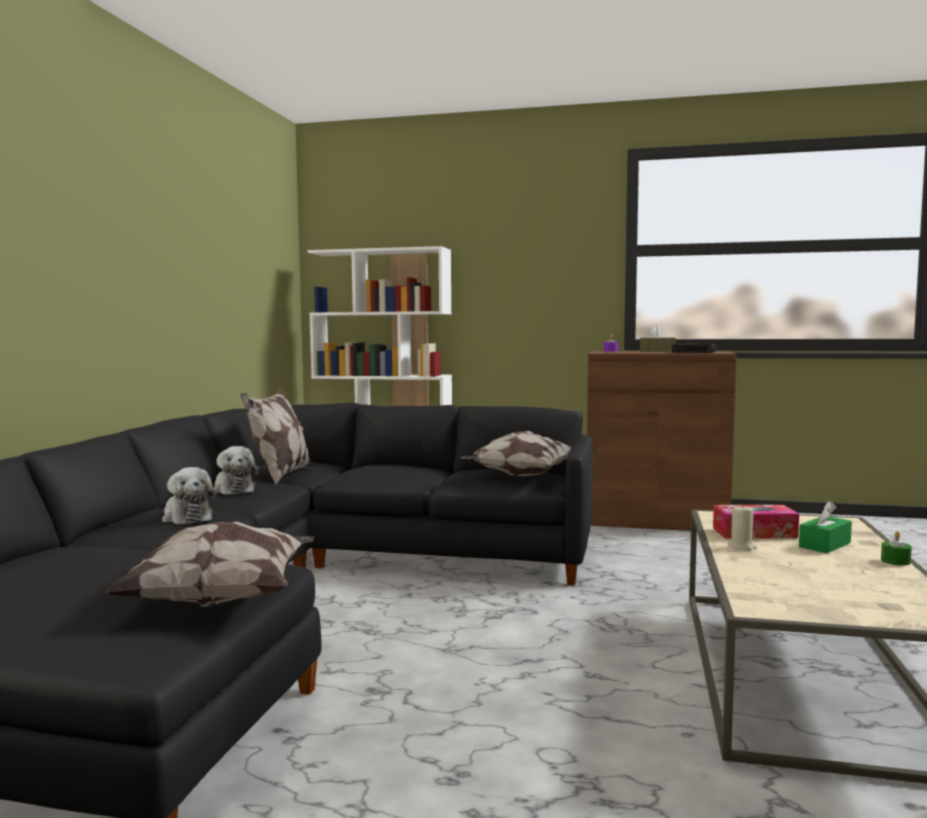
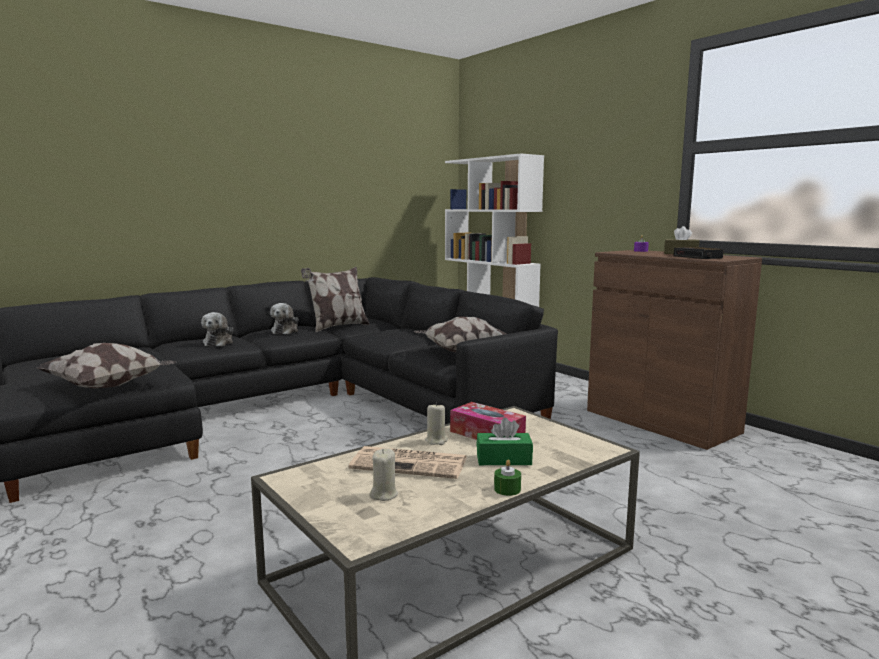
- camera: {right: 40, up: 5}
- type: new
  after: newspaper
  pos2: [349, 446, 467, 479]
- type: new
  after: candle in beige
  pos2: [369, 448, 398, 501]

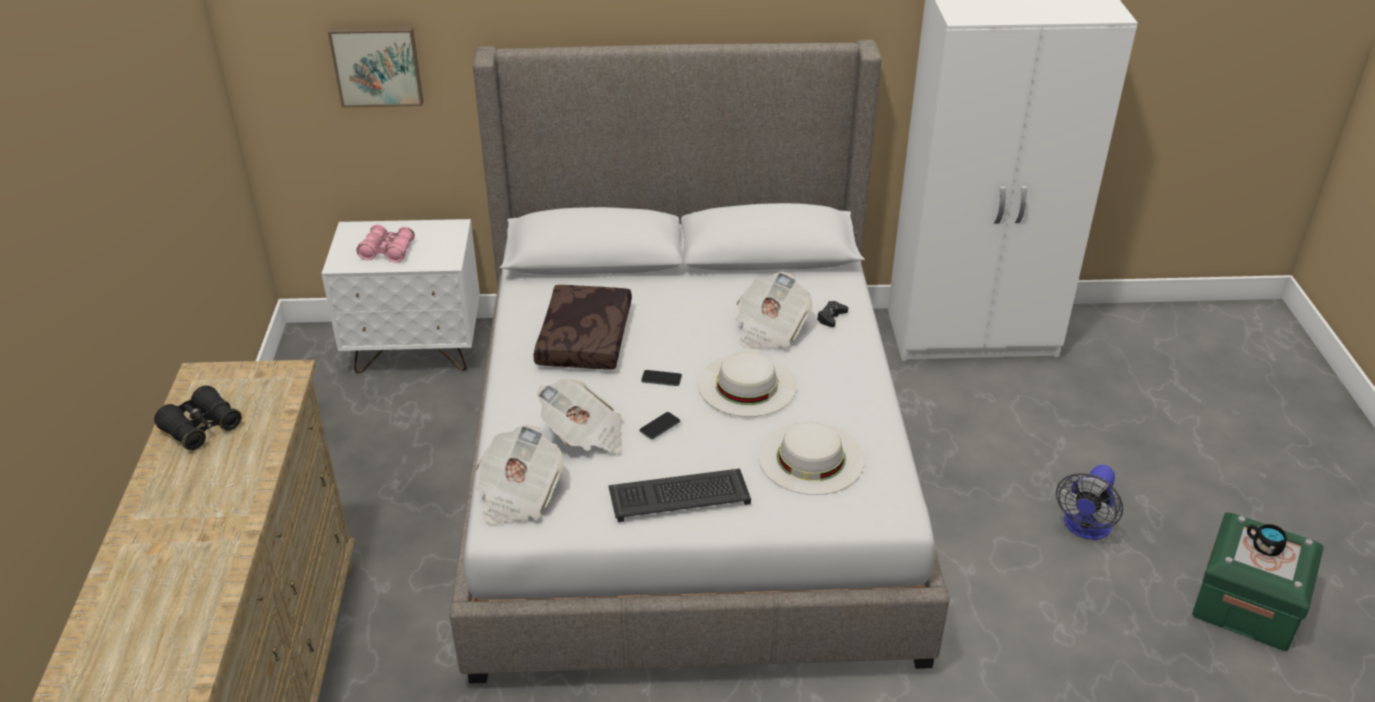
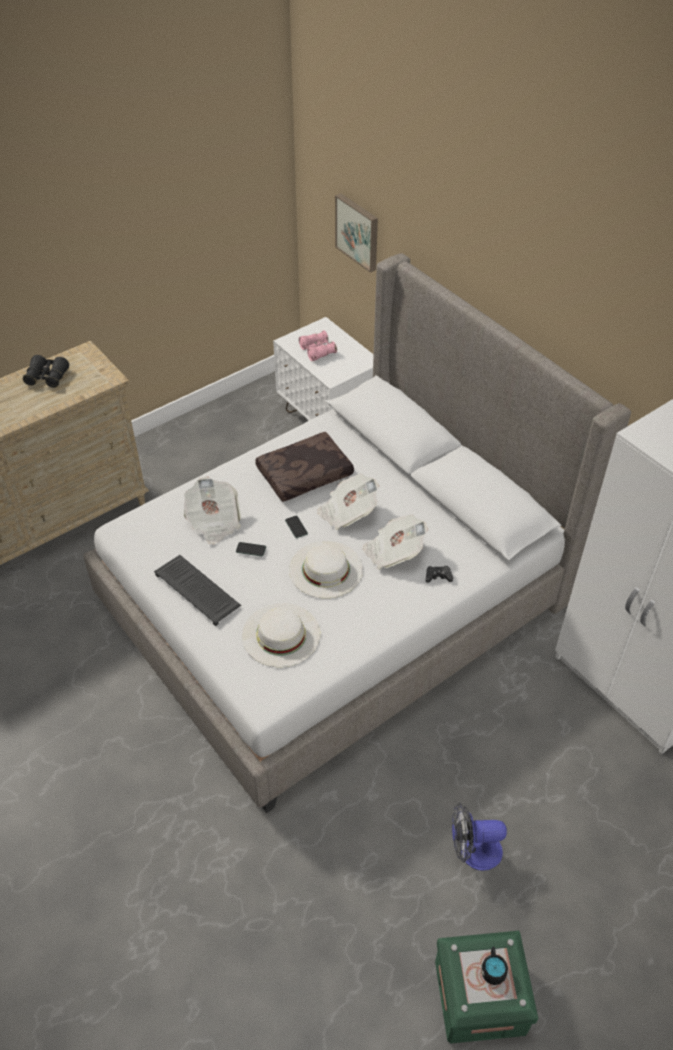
- camera: {right: 55, up: 10}
- type: shifted
  before: newspaper
  pos1: [476, 425, 564, 524]
  pos2: [317, 474, 379, 530]

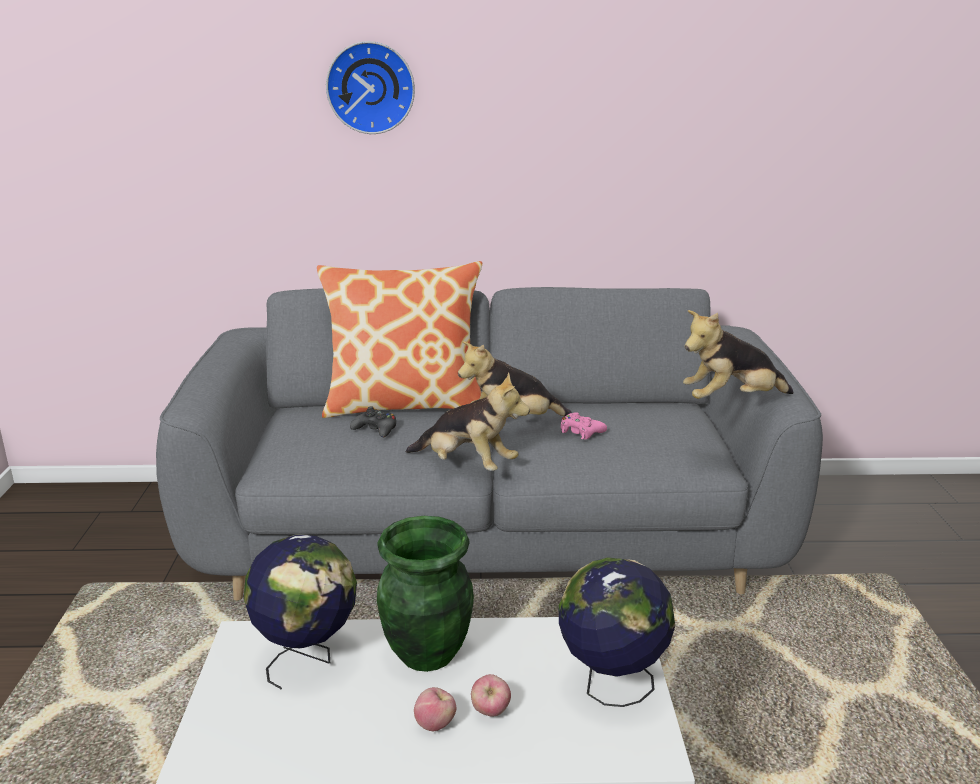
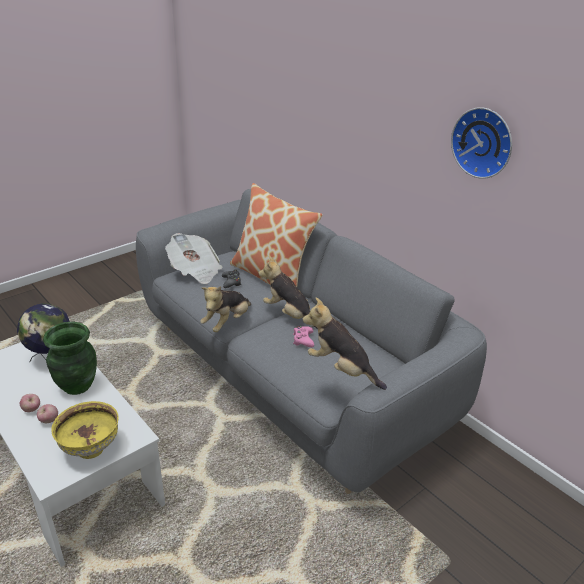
- camera: {right: 50, up: 10}
- type: swapped
  before: globe
  after: bowl in yellow
  pos1: [559, 558, 675, 707]
  pos2: [51, 401, 119, 459]
- type: new
  after: newspaper
  pos2: [165, 233, 222, 284]
- type: rotated
  before: plush toy
  pos1: [405, 372, 530, 471]
  pos2: [200, 286, 251, 332]
  turn: 45
- type: shifted
  before: wall clock
  pos1: [326, 41, 415, 134]
  pos2: [451, 107, 512, 179]

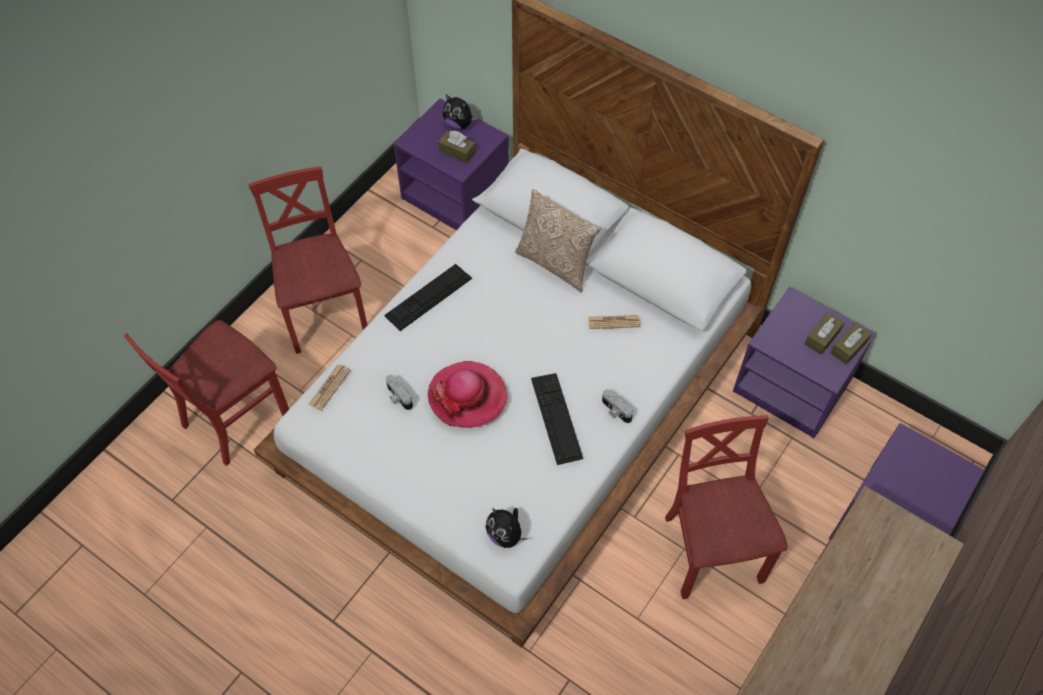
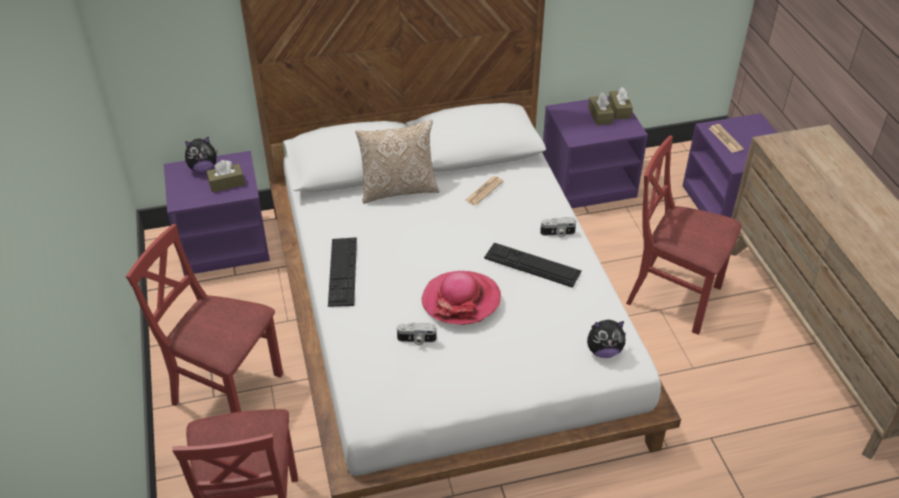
- camera: {right: -50, up: -15}
- type: shifted
  before: newspaper
  pos1: [308, 365, 350, 411]
  pos2: [708, 124, 744, 153]

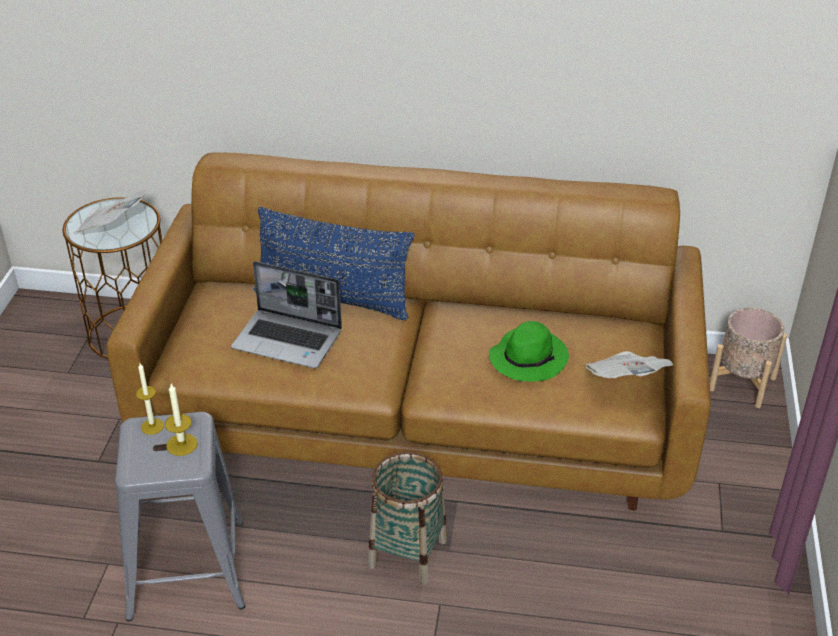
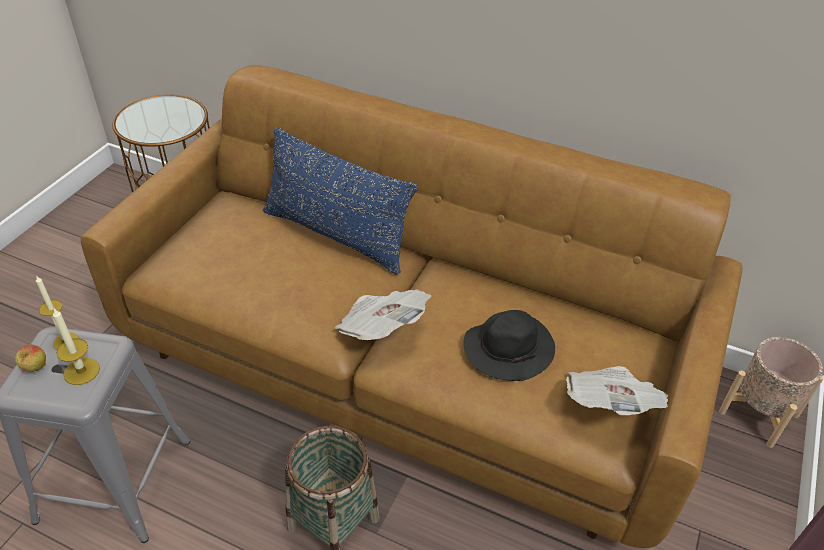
- camera: {right: 15, up: 5}
- type: new
  after: apple
  pos2: [15, 345, 46, 372]
- type: shifted
  before: newspaper
  pos1: [74, 190, 146, 233]
  pos2: [334, 289, 431, 340]
- type: repainted
  before: hat in green
  after: hat in black
  pos1: [489, 321, 569, 382]
  pos2: [463, 310, 555, 381]
- type: gone
  before: laptop
  pos1: [231, 261, 342, 368]

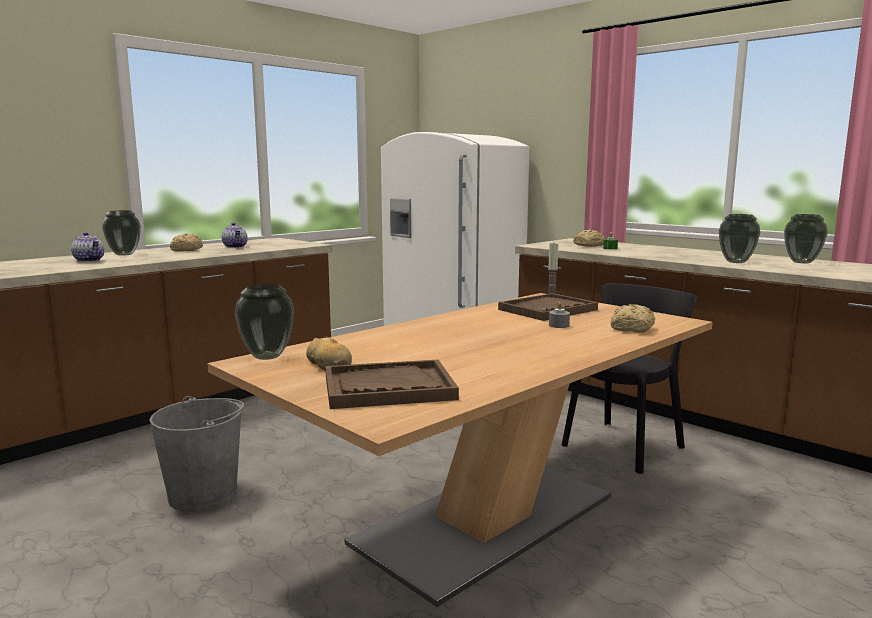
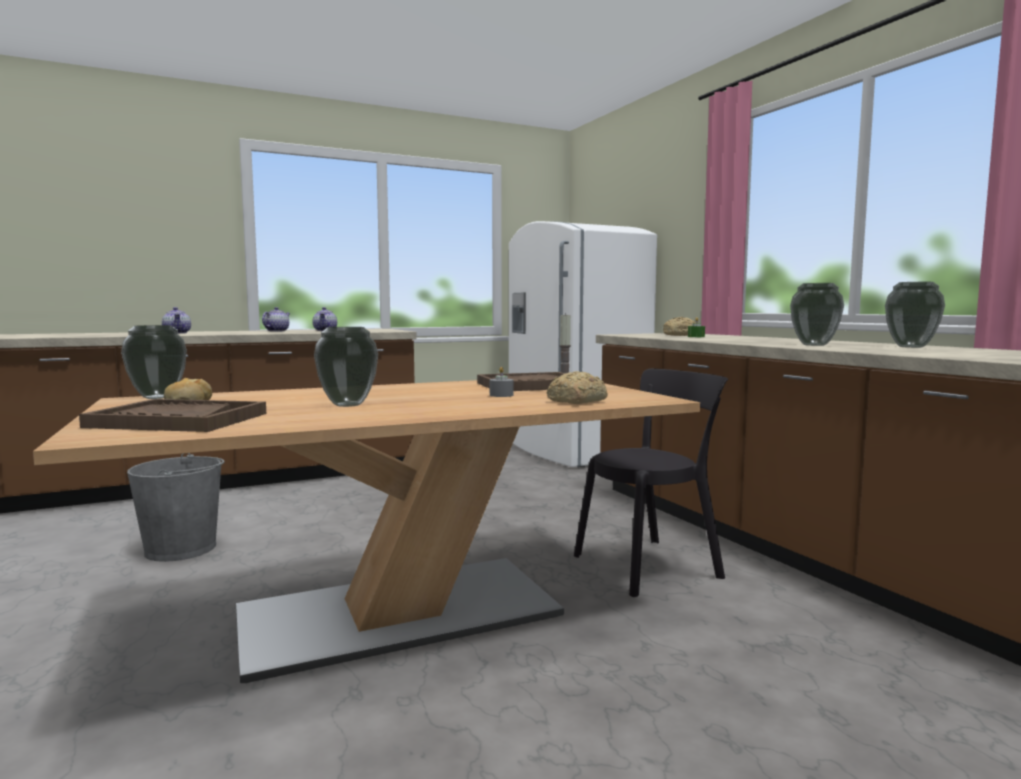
- camera: {right: 20, up: -5}
- type: swapped
  before: bread
  after: teapot
  pos1: [170, 233, 203, 251]
  pos2: [262, 307, 290, 331]
- type: shifted
  before: vase
  pos1: [102, 210, 141, 256]
  pos2: [314, 327, 378, 407]

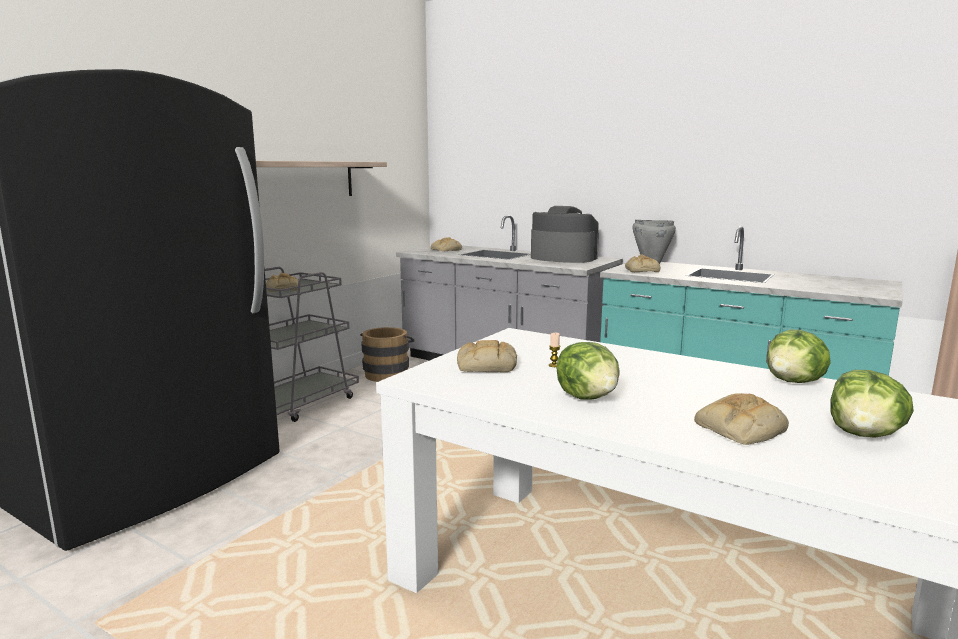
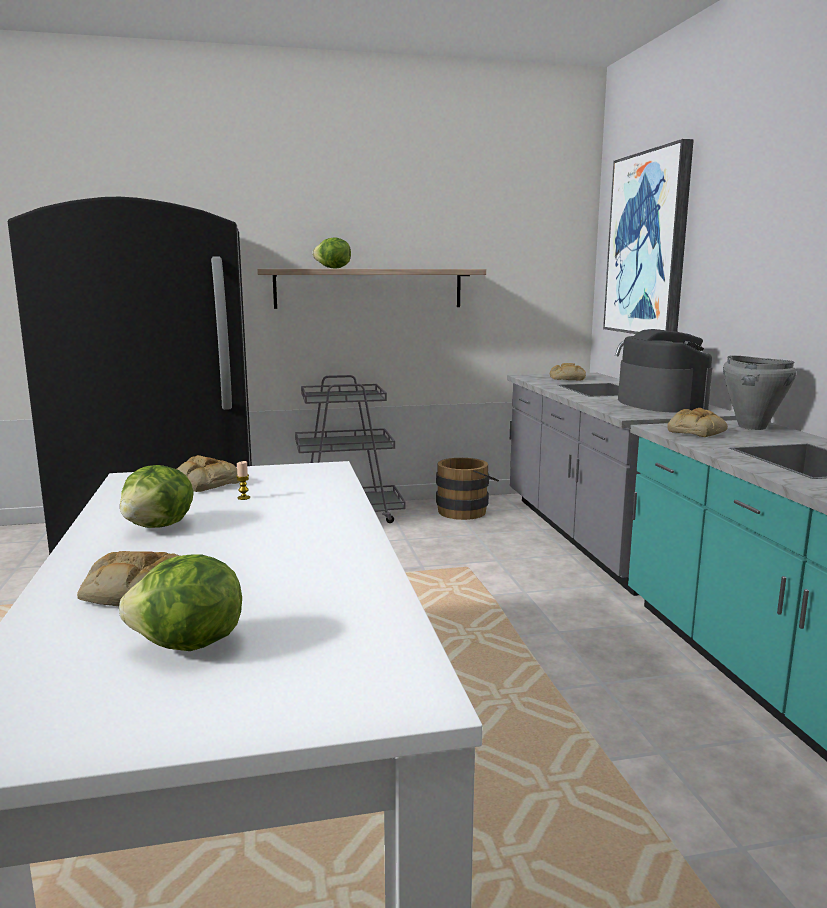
- camera: {right: 45, up: 0}
- type: shifted
  before: lettuce
  pos1: [767, 329, 831, 383]
  pos2: [312, 237, 351, 269]
- type: new
  after: picture
  pos2: [603, 139, 694, 334]
- type: gone
  before: bread
  pos1: [266, 273, 298, 292]

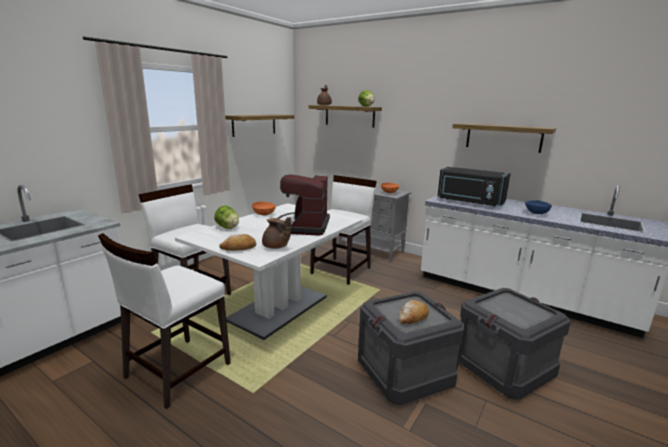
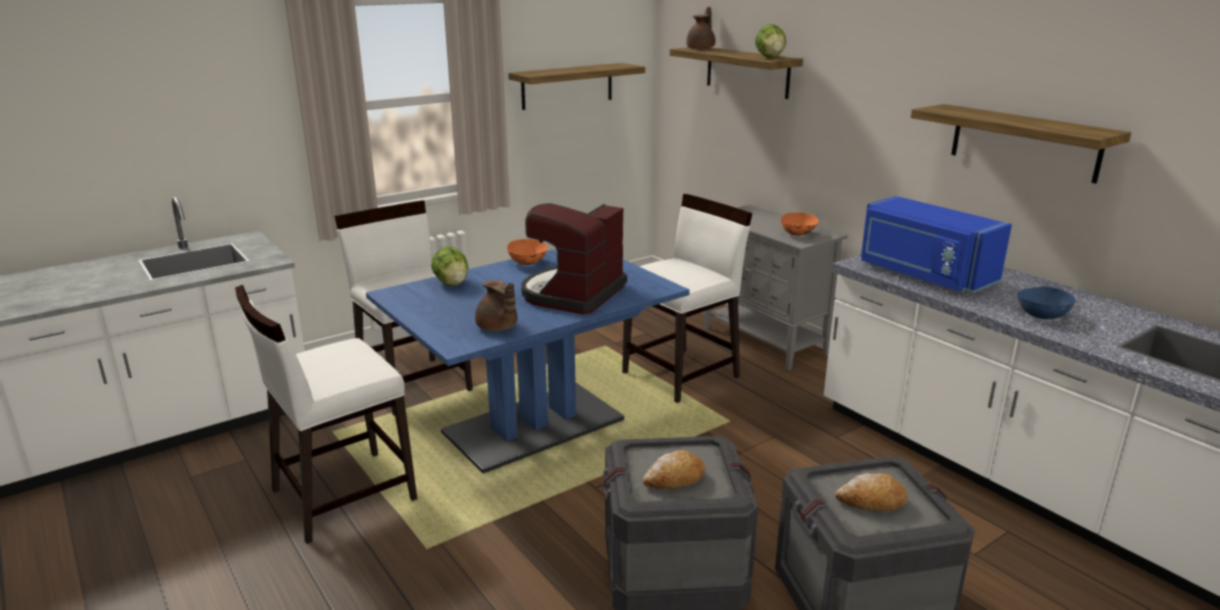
- camera: {right: 20, up: 5}
- type: repainted
  before: dining table in white
  after: dining table in blue
  pos1: [175, 203, 363, 340]
  pos2: [366, 249, 690, 473]
- type: shifted
  before: bread
  pos1: [219, 234, 256, 251]
  pos2: [835, 473, 908, 511]
- type: repainted
  before: microwave in black
  after: microwave in blue
  pos1: [437, 167, 510, 208]
  pos2: [861, 196, 1012, 293]

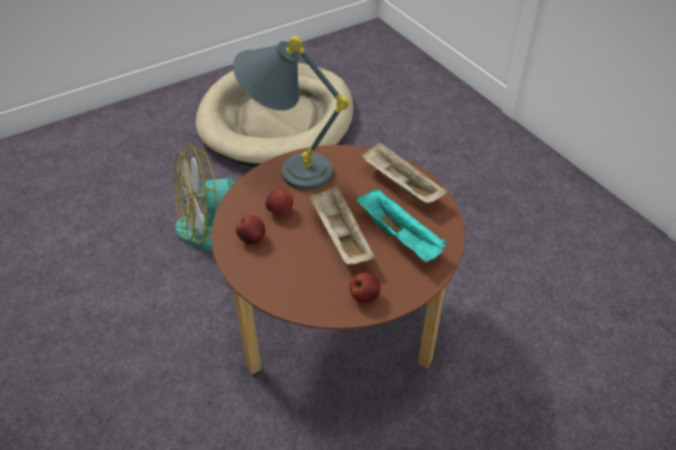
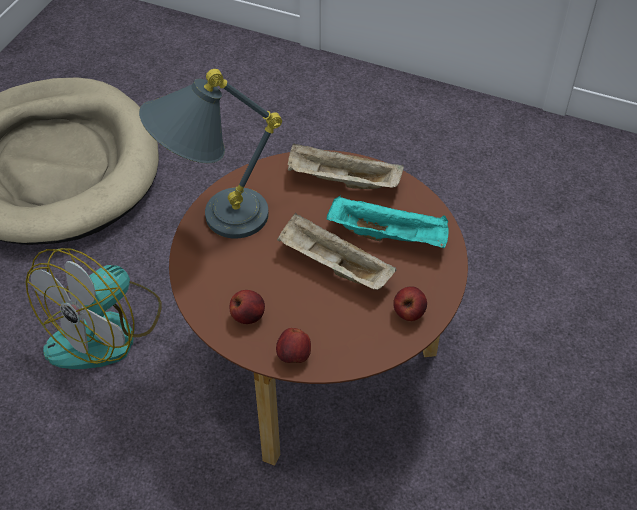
- camera: {right: -35, up: 5}
- type: shifted
  before: apple
  pos1: [266, 188, 293, 217]
  pos2: [276, 328, 311, 363]

